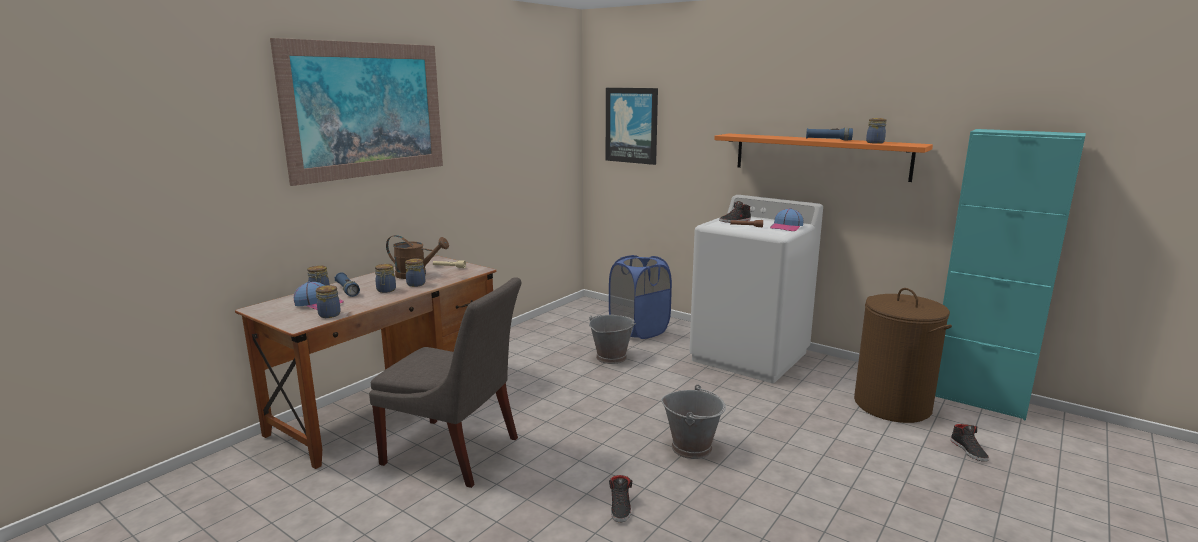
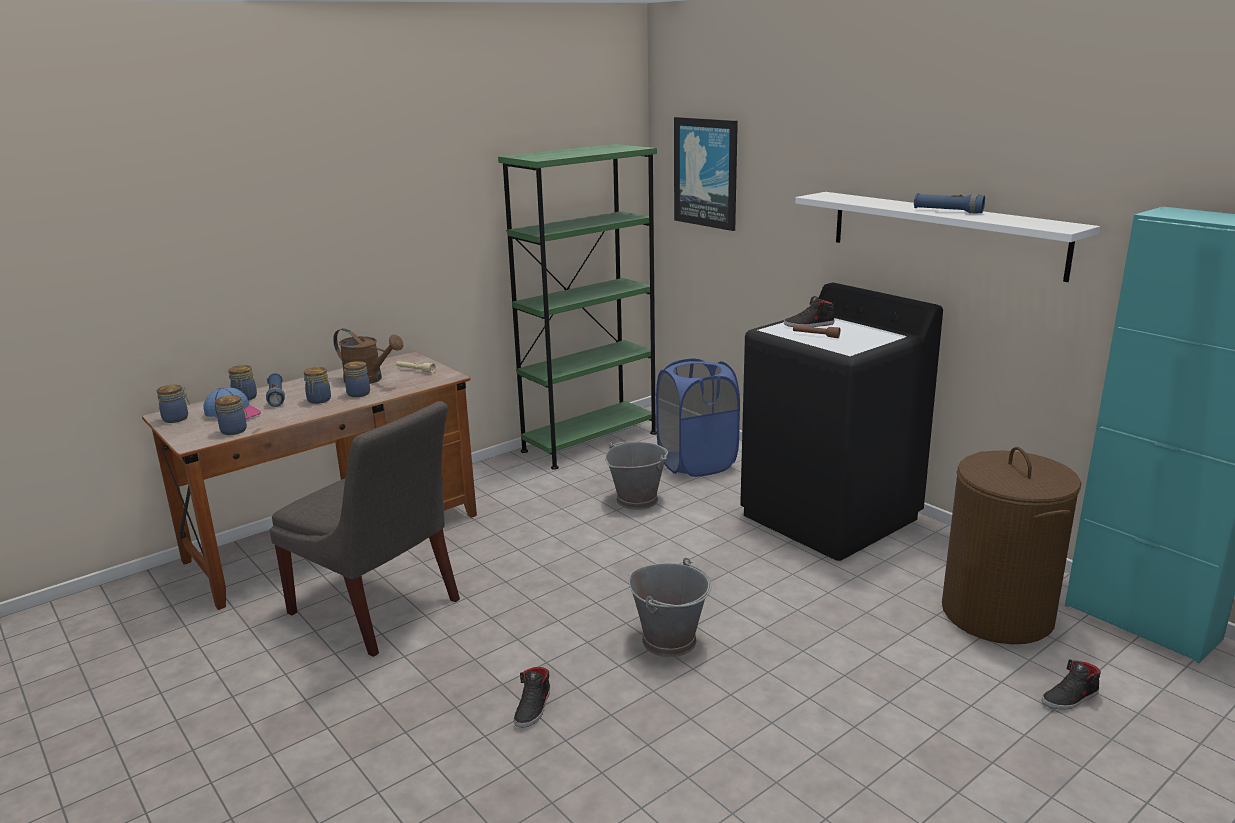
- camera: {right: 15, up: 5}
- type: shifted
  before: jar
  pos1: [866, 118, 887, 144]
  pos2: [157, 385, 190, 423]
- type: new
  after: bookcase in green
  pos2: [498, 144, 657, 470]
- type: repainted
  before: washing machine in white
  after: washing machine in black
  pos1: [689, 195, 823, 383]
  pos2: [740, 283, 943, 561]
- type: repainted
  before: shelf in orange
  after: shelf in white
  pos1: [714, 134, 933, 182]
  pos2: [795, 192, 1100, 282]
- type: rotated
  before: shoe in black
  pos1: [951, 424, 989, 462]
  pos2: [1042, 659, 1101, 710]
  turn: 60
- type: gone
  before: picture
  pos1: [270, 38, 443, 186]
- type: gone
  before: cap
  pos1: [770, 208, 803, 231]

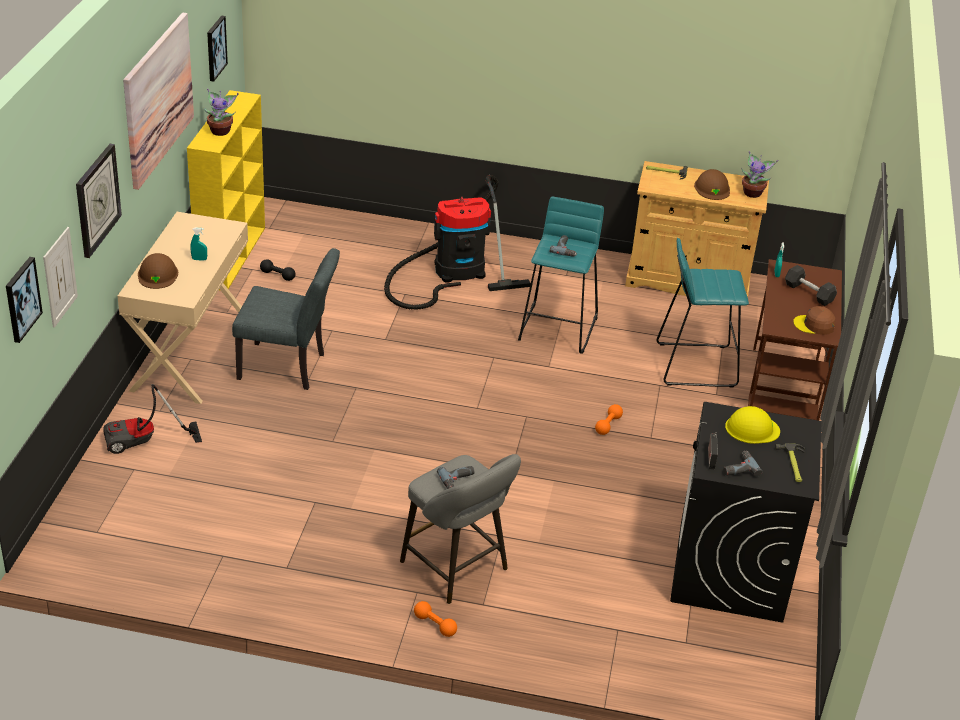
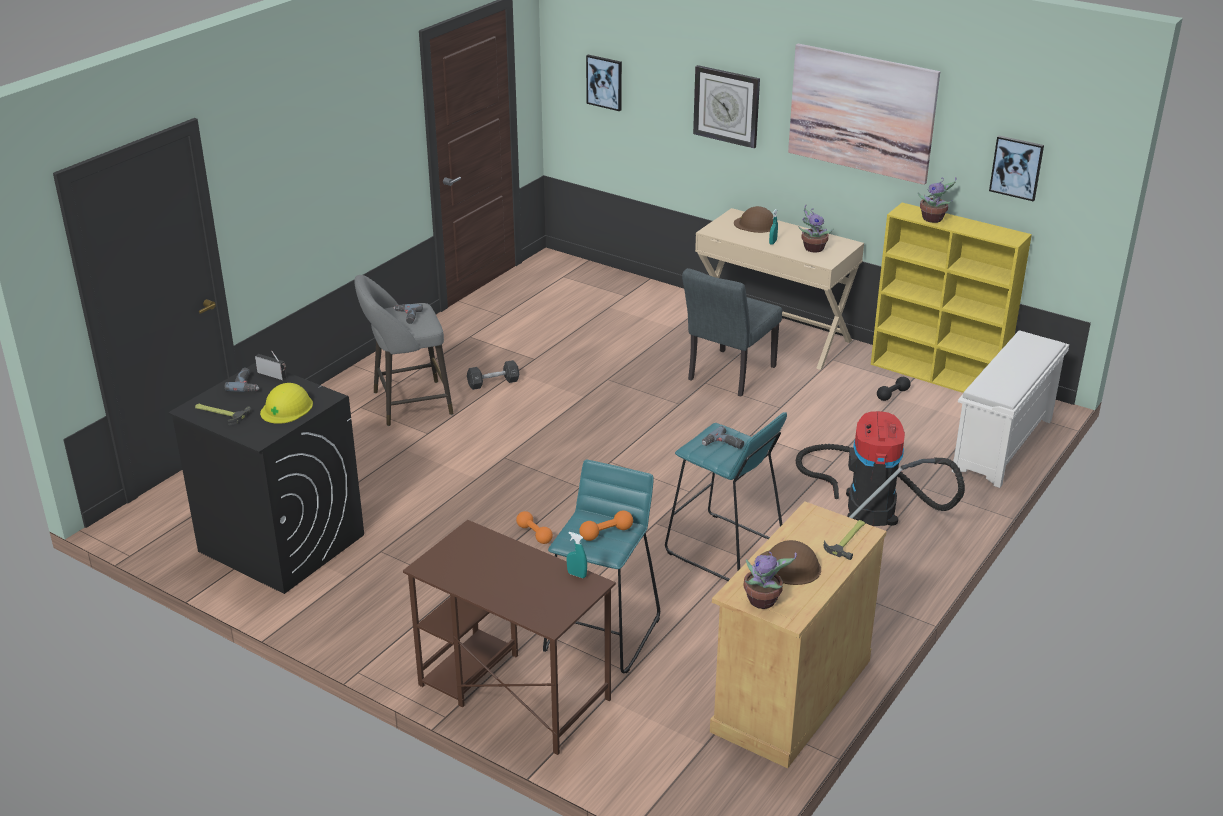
- camera: {right: 115, up: -5}
- type: shifted
  before: dumbbell in black
  pos1: [785, 265, 837, 306]
  pos2: [467, 360, 519, 390]
- type: shifted
  before: dumbbell in orange
  pos1: [414, 601, 457, 637]
  pos2: [579, 510, 633, 541]
- type: new
  after: potted plant
  pos2: [798, 205, 834, 253]
- type: new
  after: shoe rack in white
  pos2: [952, 331, 1069, 488]
- type: gone
  before: picture
  pos1: [43, 227, 78, 328]
- type: gone
  before: vacuum cleaner
  pos1: [104, 384, 202, 454]
- type: gone
  before: cap in brown
  pos1: [793, 306, 836, 335]

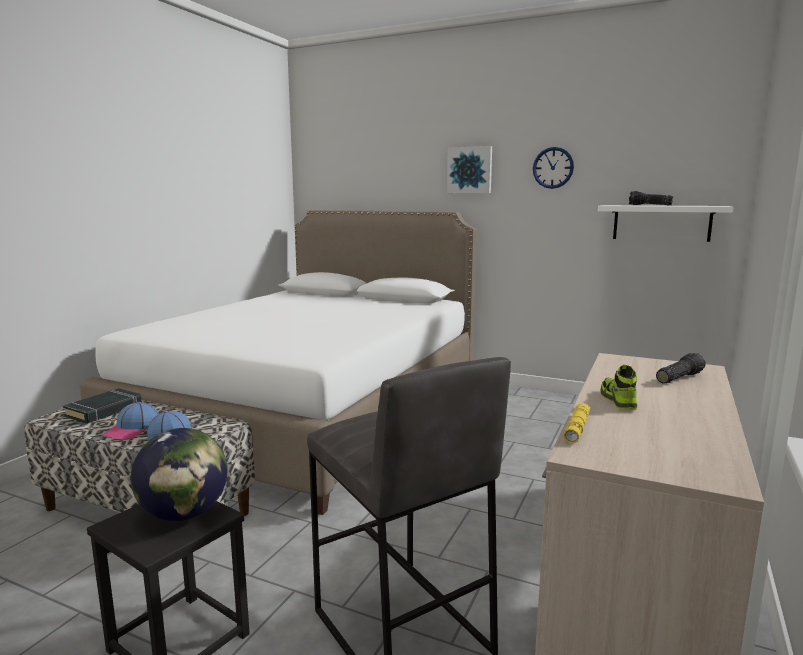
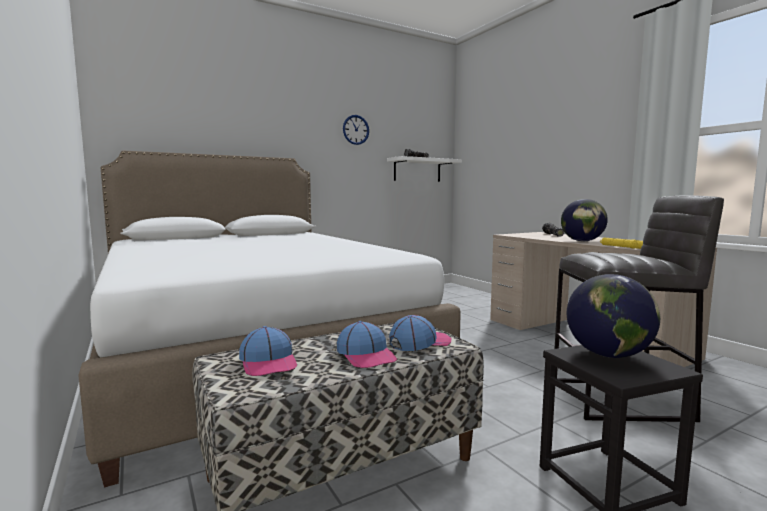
- camera: {right: -55, up: -5}
- type: swapped
  before: book in black
  after: cap
  pos1: [63, 388, 142, 424]
  pos2: [239, 326, 297, 376]
- type: swapped
  before: shoe
  after: globe
  pos1: [600, 365, 637, 410]
  pos2: [561, 199, 608, 241]
- type: gone
  before: picture
  pos1: [447, 146, 492, 193]

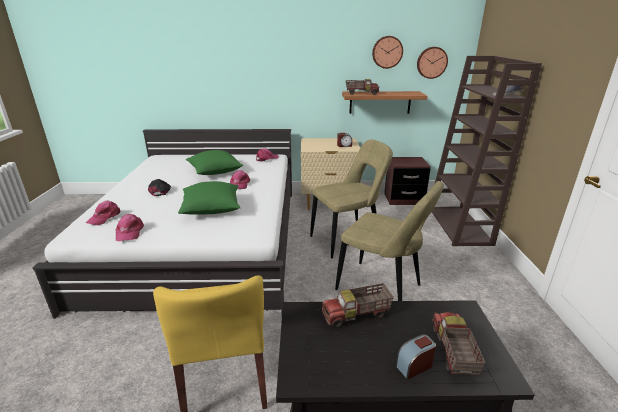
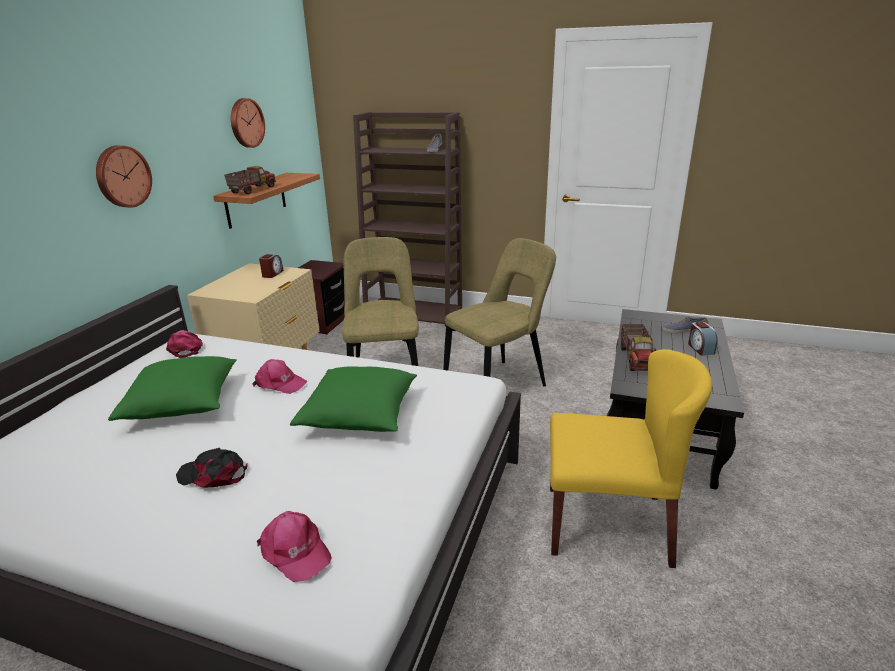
- camera: {right: -70, up: 0}
- type: shifted
  before: wall clock
  pos1: [417, 47, 448, 79]
  pos2: [96, 145, 152, 208]
- type: swapped
  before: toy truck
  after: shoe
  pos1: [432, 312, 485, 375]
  pos2: [662, 317, 709, 333]
- type: gone
  before: cap in pink
  pos1: [116, 214, 144, 241]

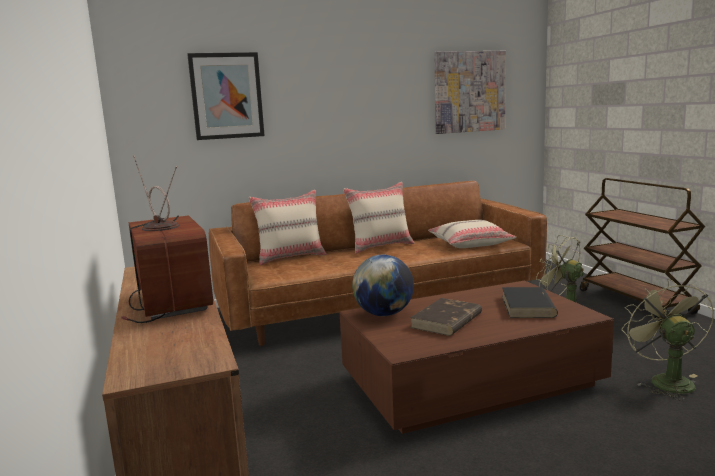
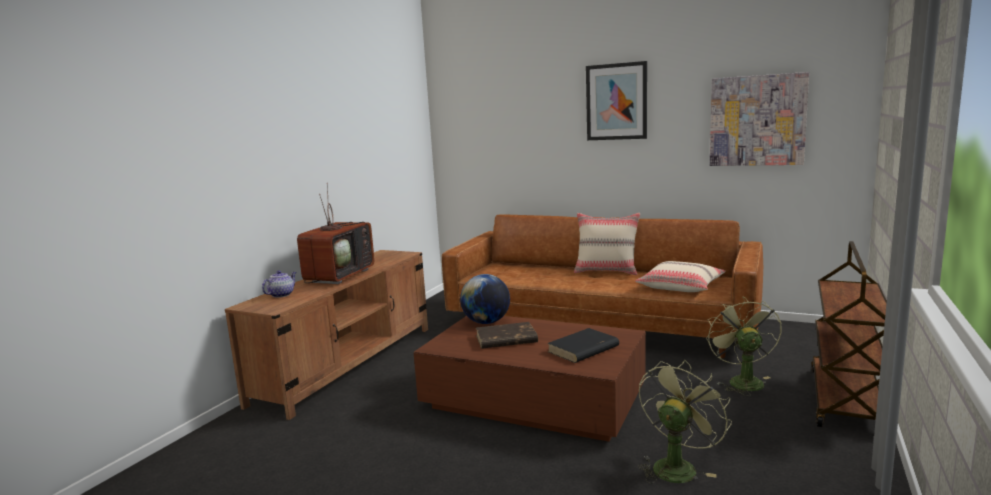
- camera: {right: 45, up: 0}
- type: new
  after: teapot
  pos2: [262, 270, 296, 298]
- type: shifted
  before: picture
  pos1: [187, 52, 265, 140]
  pos2: [586, 61, 647, 140]
- type: gone
  before: pillow in beige
  pos1: [249, 190, 327, 265]

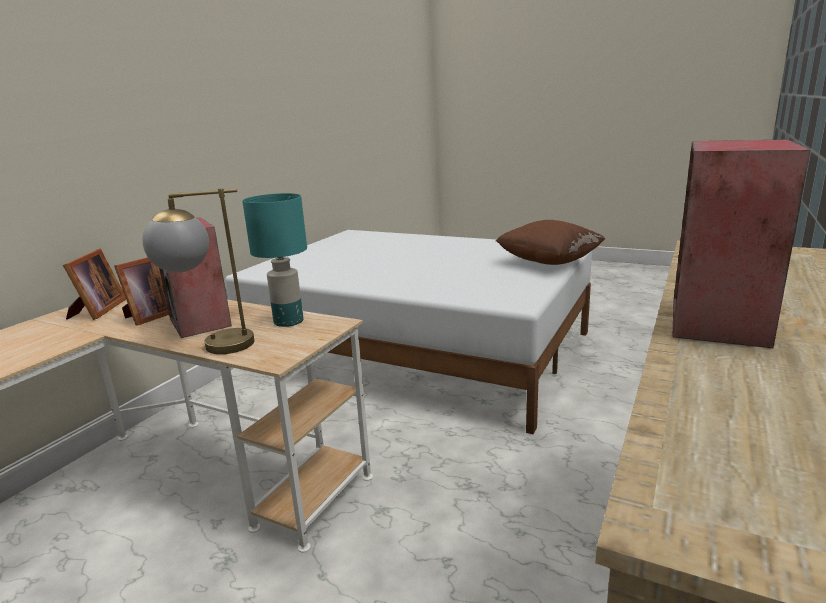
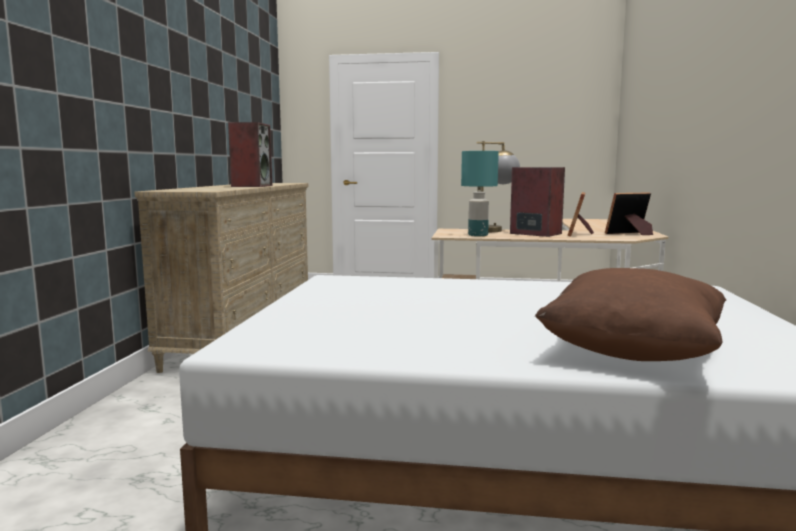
- camera: {right: 160, up: -10}
- type: shifted
  before: pillow in brown
  pos1: [496, 220, 605, 265]
  pos2: [535, 268, 726, 361]
- type: rotated
  before: picture frame
  pos1: [63, 249, 126, 320]
  pos2: [605, 192, 653, 235]
  turn: 90

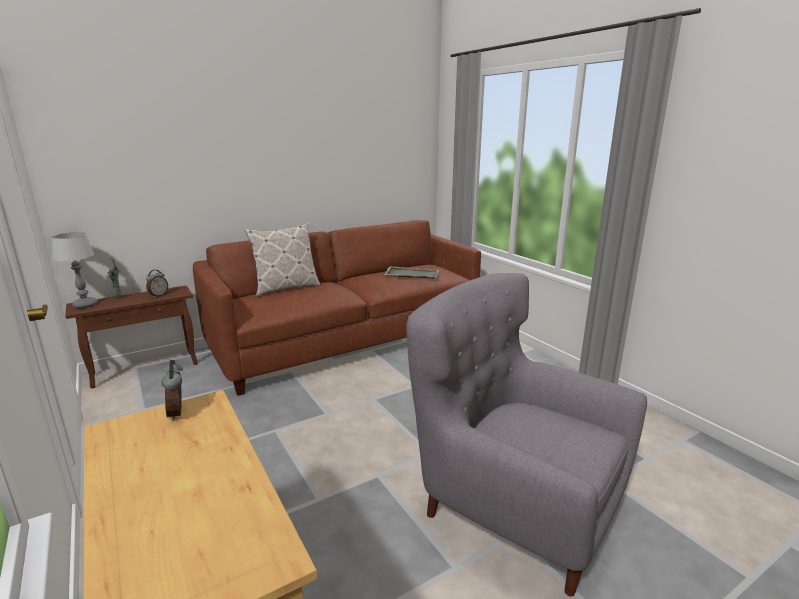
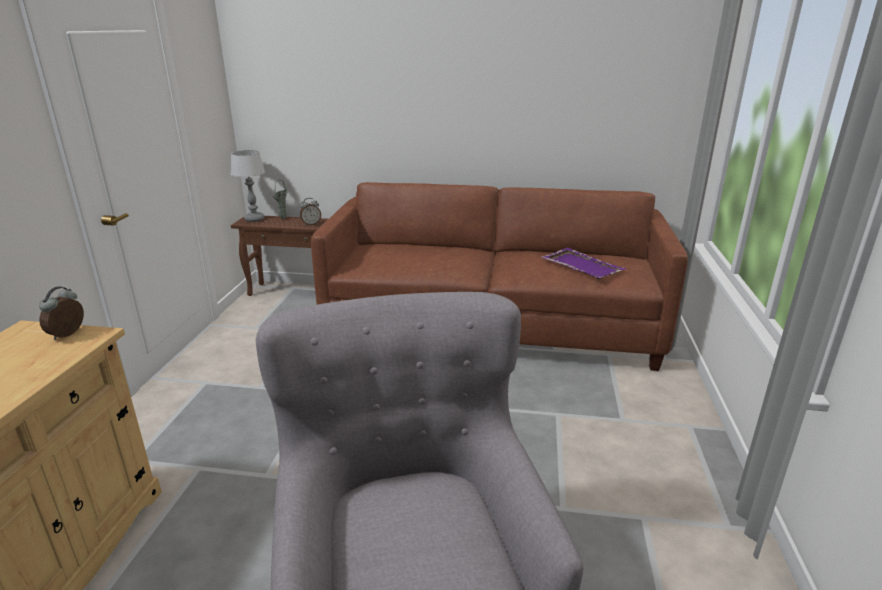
- camera: {right: 40, up: 5}
- type: repainted
  before: tray in grey
  after: tray in purple
  pos1: [384, 266, 439, 279]
  pos2: [542, 248, 626, 279]
- type: gone
  before: pillow
  pos1: [245, 223, 320, 296]

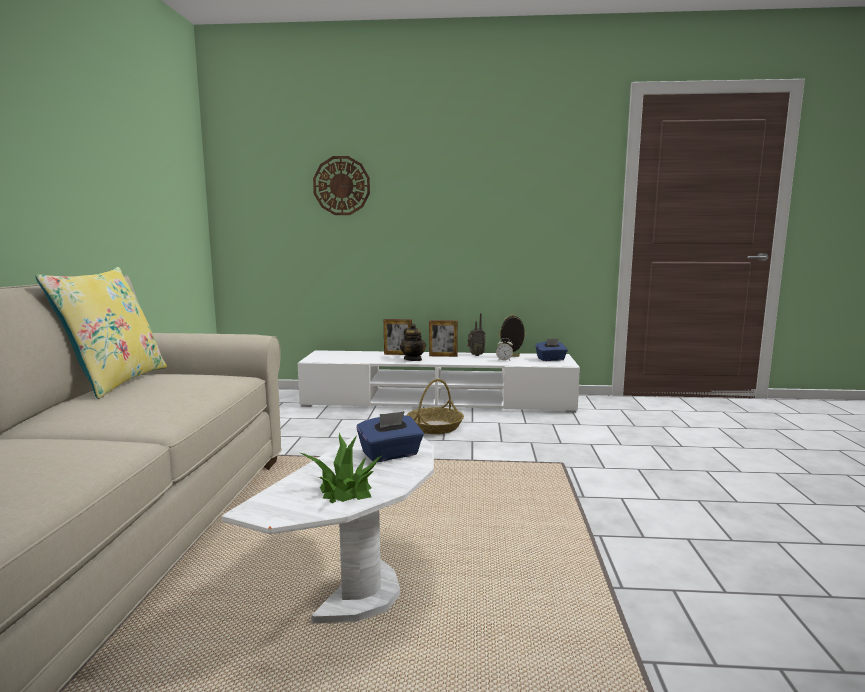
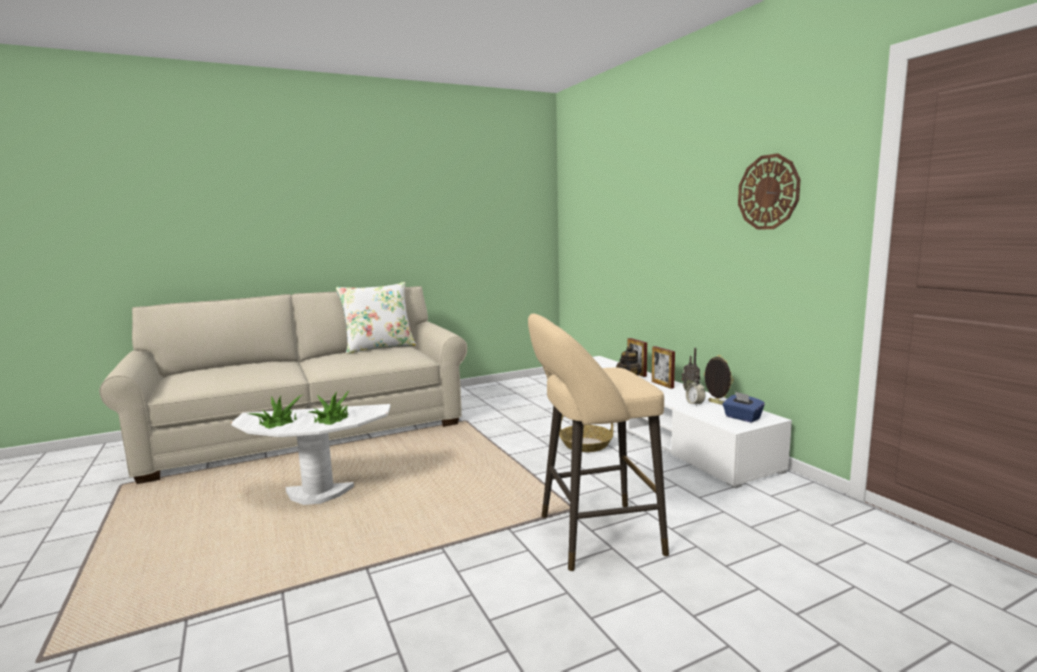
- camera: {right: 60, up: 0}
- type: swapped
  before: tissue box in blue
  after: potted plant
  pos1: [357, 411, 424, 462]
  pos2: [307, 390, 350, 425]
- type: repainted
  before: pillow in yellow
  after: pillow in white
  pos1: [35, 267, 167, 399]
  pos2: [336, 282, 416, 354]
- type: new
  after: stool in beige
  pos2: [528, 313, 669, 571]
- type: shifted
  before: wall clock
  pos1: [313, 156, 370, 215]
  pos2: [738, 153, 801, 229]

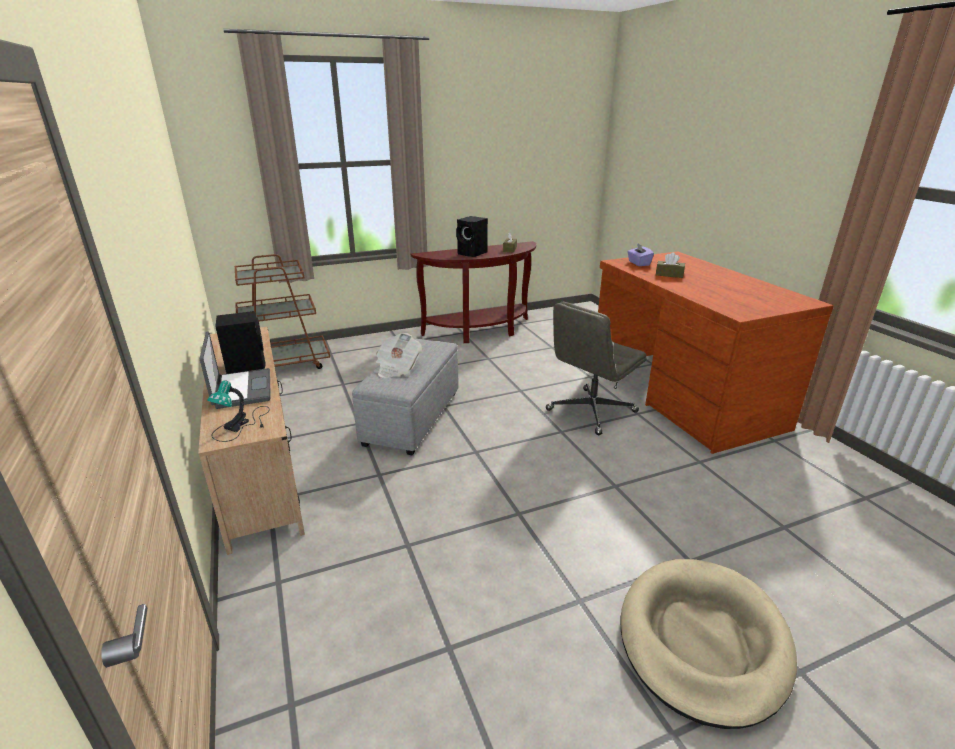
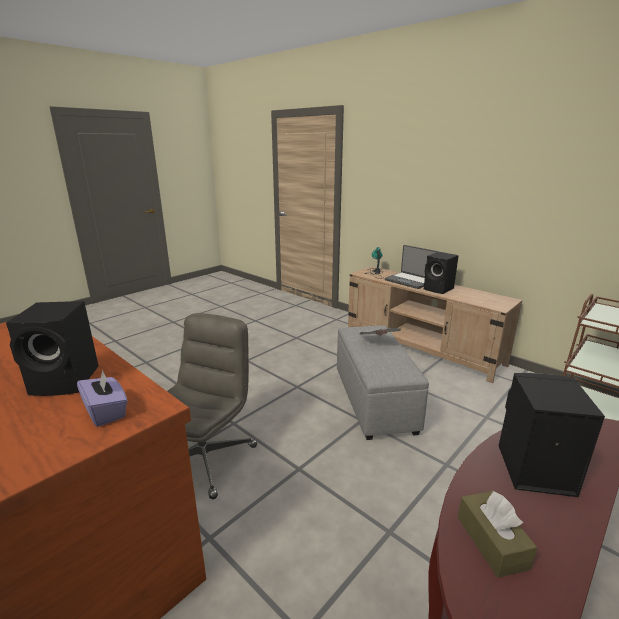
- camera: {right: 155, up: -5}
- type: swapped
  before: tissue box in brown
  after: speaker in black
  pos1: [656, 252, 685, 278]
  pos2: [6, 301, 98, 396]
- type: gone
  before: dog bed in beige
  pos1: [621, 559, 797, 729]

